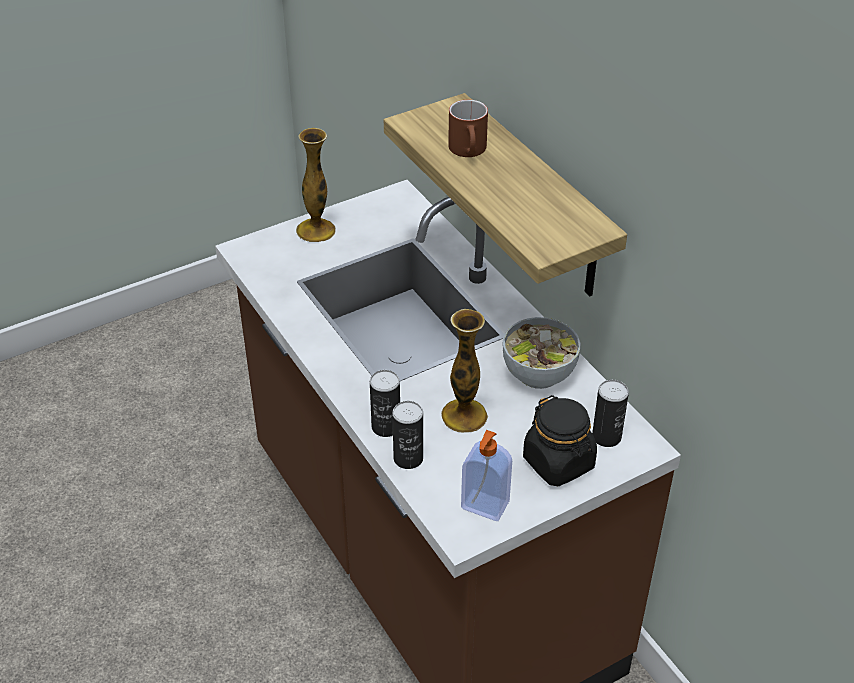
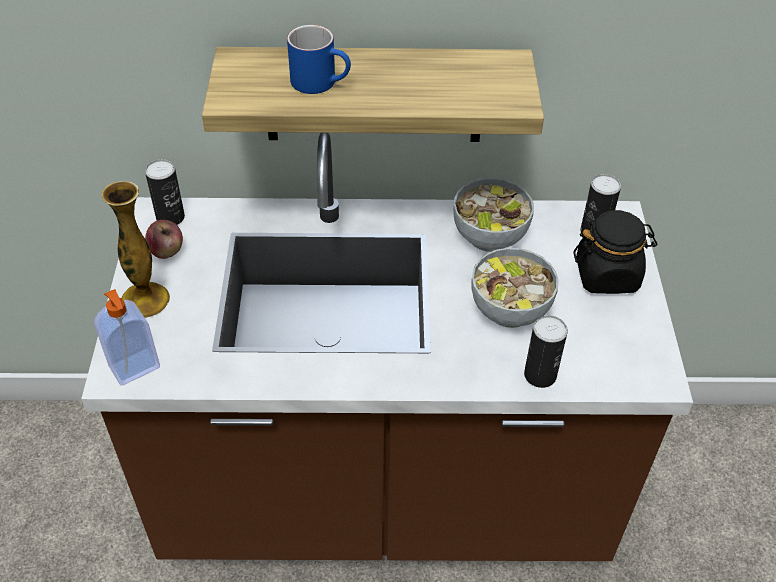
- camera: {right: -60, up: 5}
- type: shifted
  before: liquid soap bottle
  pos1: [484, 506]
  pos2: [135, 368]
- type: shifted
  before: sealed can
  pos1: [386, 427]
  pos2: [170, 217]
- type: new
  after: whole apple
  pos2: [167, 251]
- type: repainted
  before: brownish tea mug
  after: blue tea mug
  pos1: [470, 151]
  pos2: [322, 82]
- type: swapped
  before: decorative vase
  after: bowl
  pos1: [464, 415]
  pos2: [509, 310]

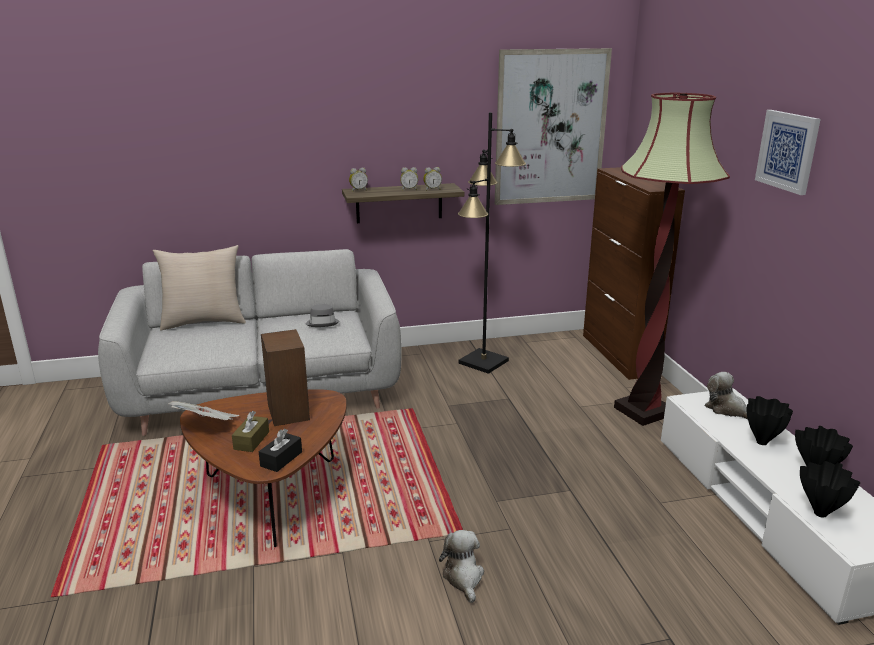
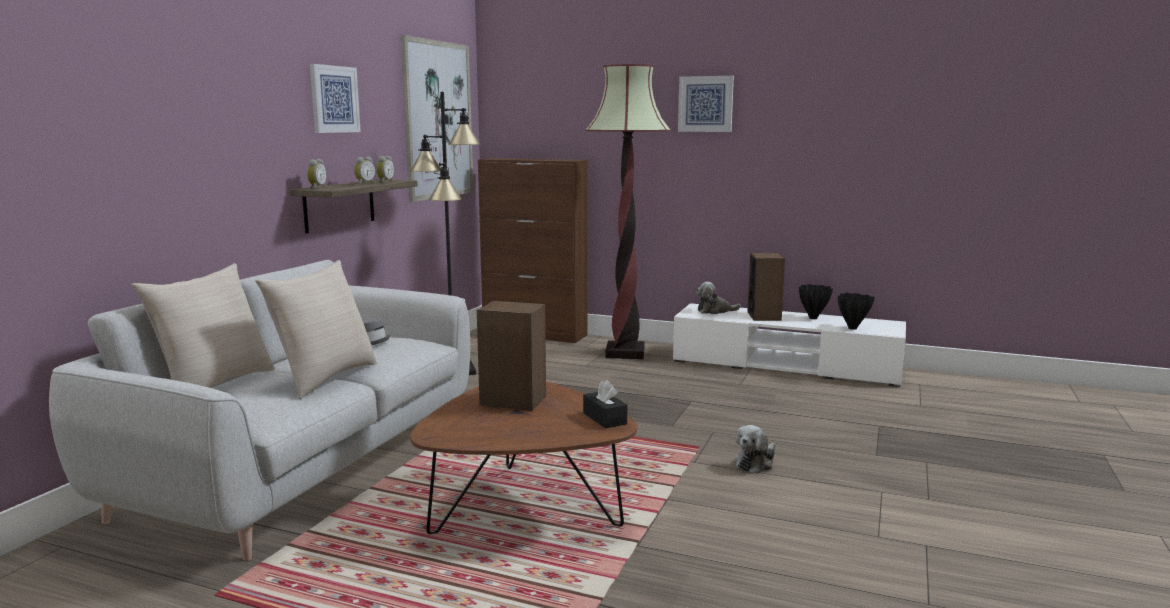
- camera: {right: -55, up: -10}
- type: new
  after: sand-coloured cushion
  pos2: [325, 378]
- type: new
  after: wall picture
  pos2: [334, 99]
- type: rotated
  before: soft toy
  pos1: [463, 577]
  pos2: [756, 463]
  turn: -75
- type: swapped
  before: blackish decorative vase
  after: audio speaker
  pos1: [762, 442]
  pos2: [764, 316]
- type: gone
  before: daily paper
  pos1: [207, 426]
- type: gone
  before: brownish tissue box
  pos1: [251, 440]

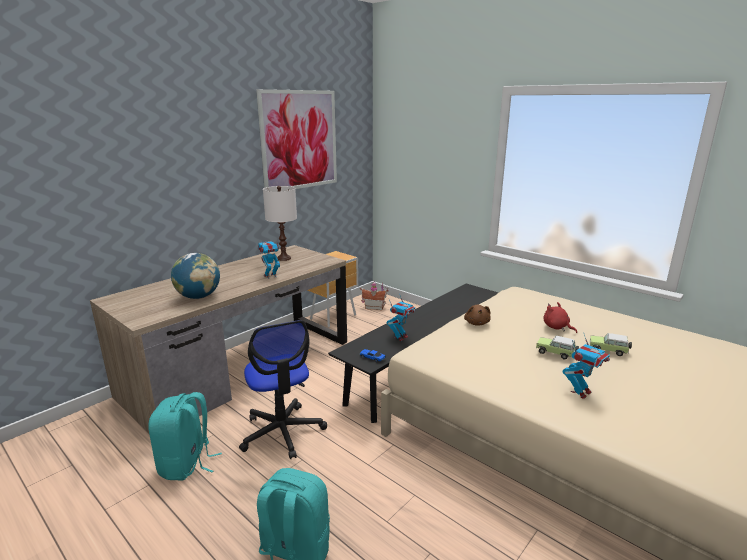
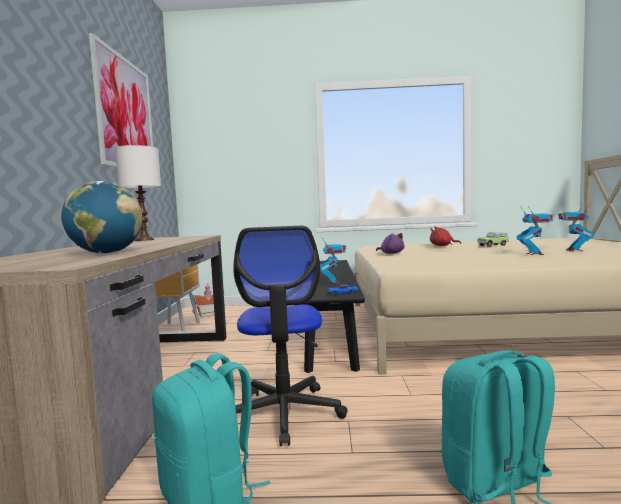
- camera: {right: -40, up: -15}
- type: rotated
  before: office chair
  pos1: [282, 432]
  pos2: [284, 413]
  turn: 60
- type: repainted
  before: brownish soft toy
  after: purple-coloured soft toy
  pos1: [476, 323]
  pos2: [391, 253]
- type: shifted
  before: toy robot
  pos1: [270, 276]
  pos2: [574, 250]
- type: gone
  before: model car
  pos1: [556, 353]

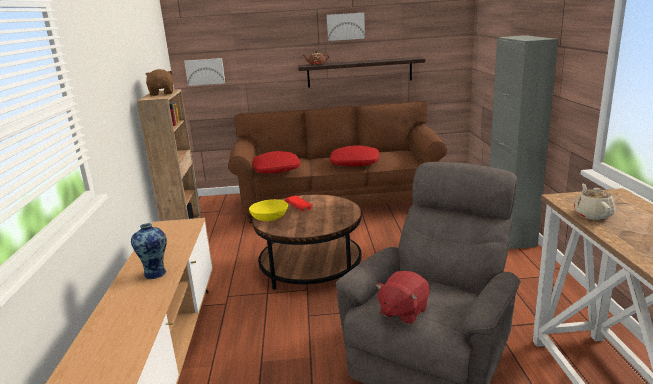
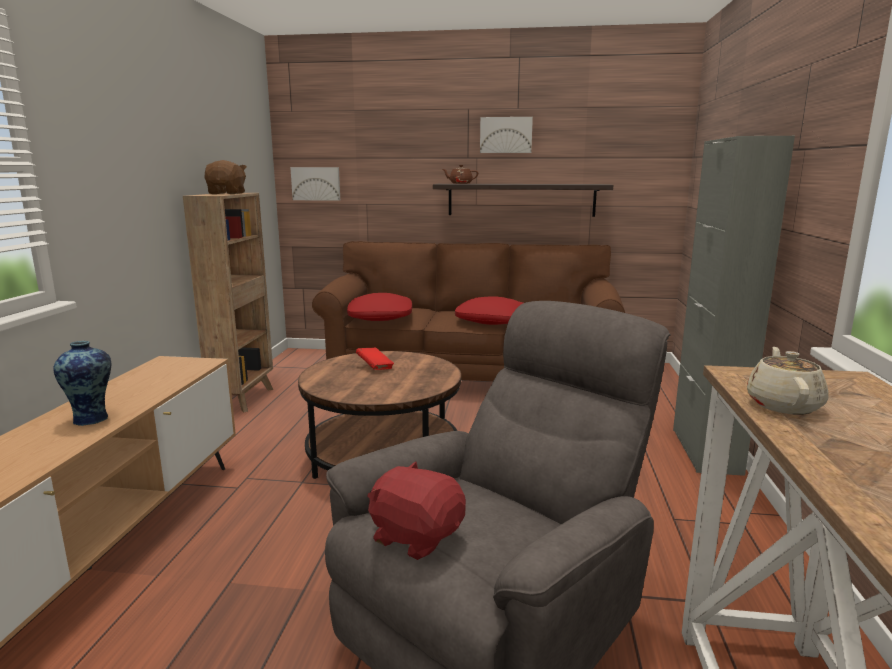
- camera: {right: 10, up: -5}
- type: rotated
  before: reddish soft toy
  pos1: [403, 311]
  pos2: [416, 536]
  turn: 75
- type: gone
  before: yellow-coloured bowl
  pos1: [270, 217]

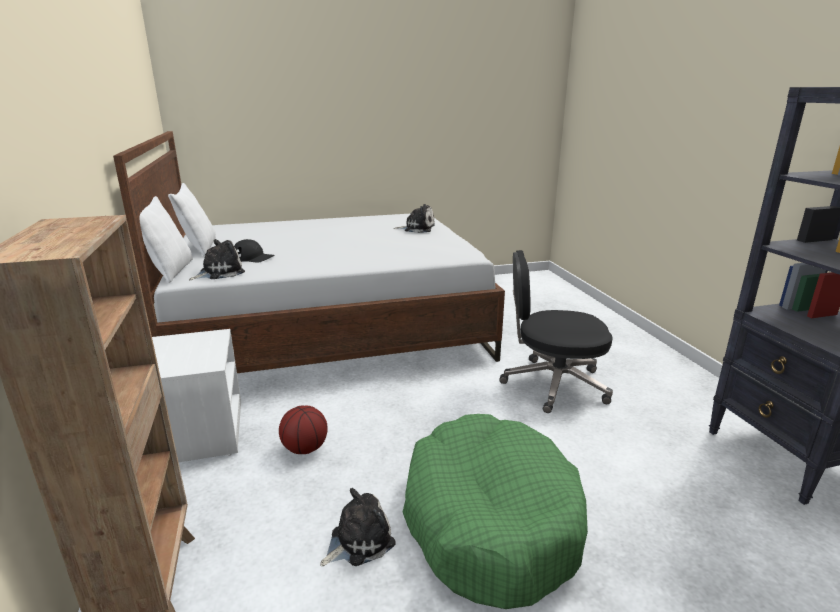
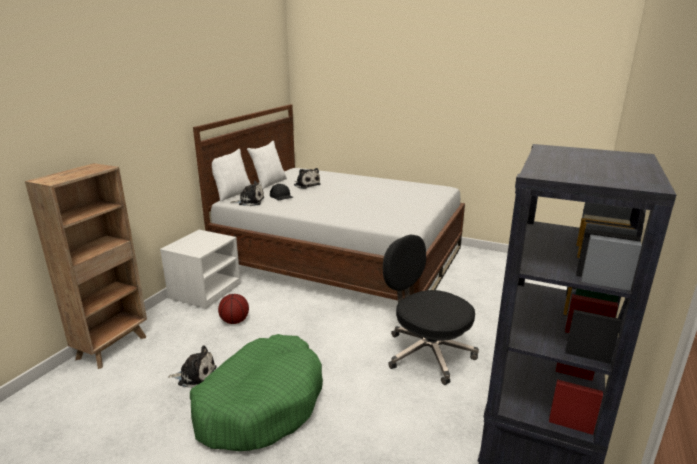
- camera: {right: 40, up: 0}
- type: shifted
  before: soft toy
  pos1: [417, 228]
  pos2: [306, 185]

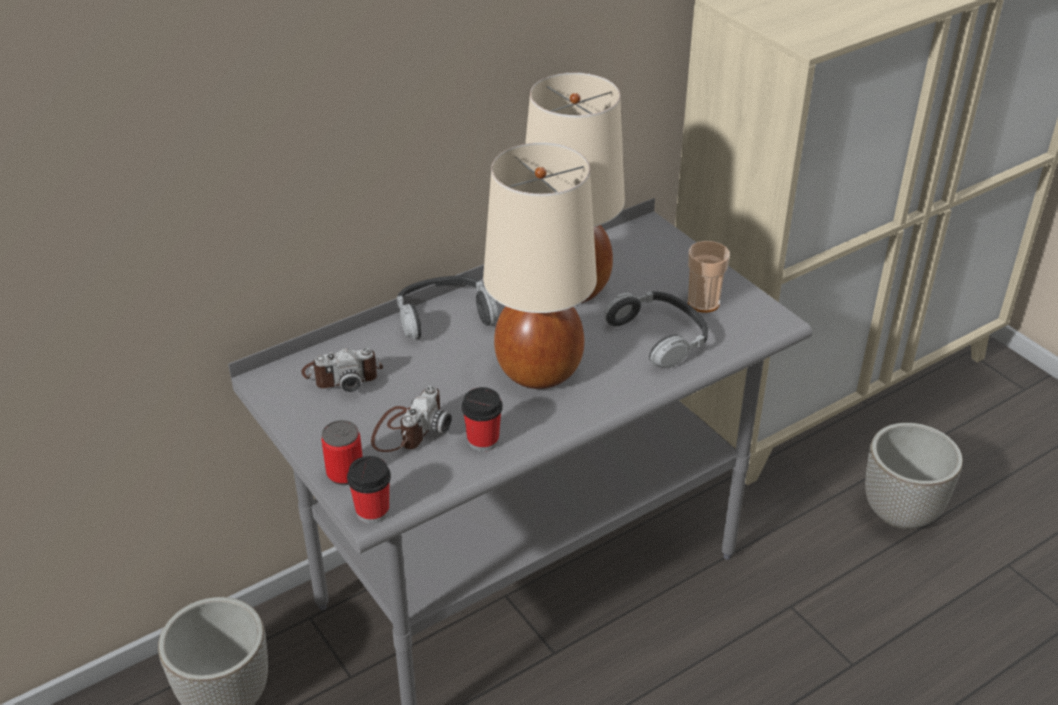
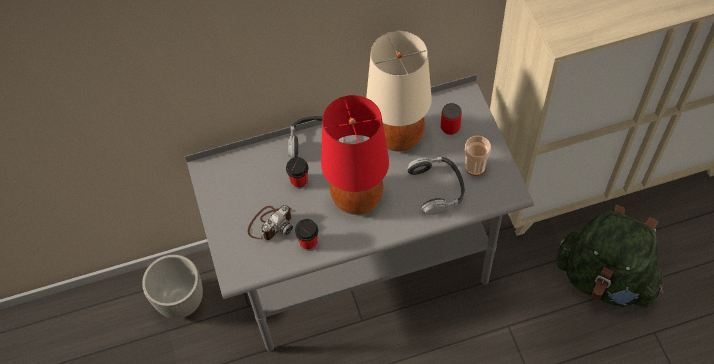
- camera: {right: 20, up: 20}
- type: shifted
  before: small cup
  pos1: [372, 511]
  pos2: [299, 181]
- type: repainted
  before: sand-coloured table lamp
  after: reddish table lamp
  pos1: [539, 371]
  pos2: [357, 199]
- type: shifted
  before: sealed can
  pos1: [345, 473]
  pos2: [450, 127]
- type: swapped
  before: planter
  after: green-coloured knapsack
  pos1: [901, 512]
  pos2: [604, 279]
- type: gone
  before: still camera
  pos1: [343, 374]

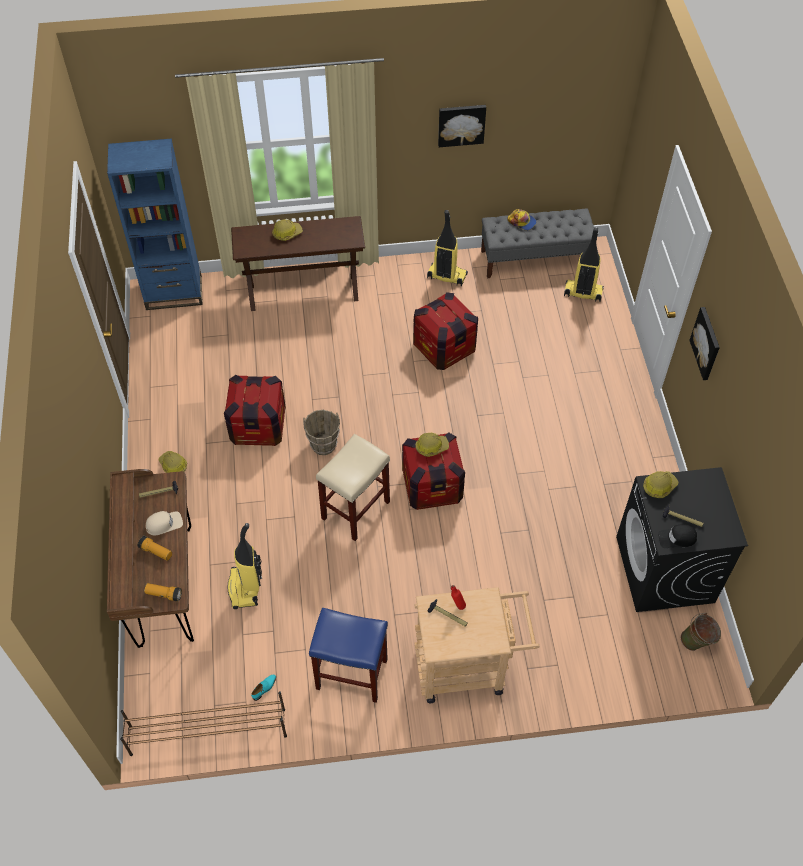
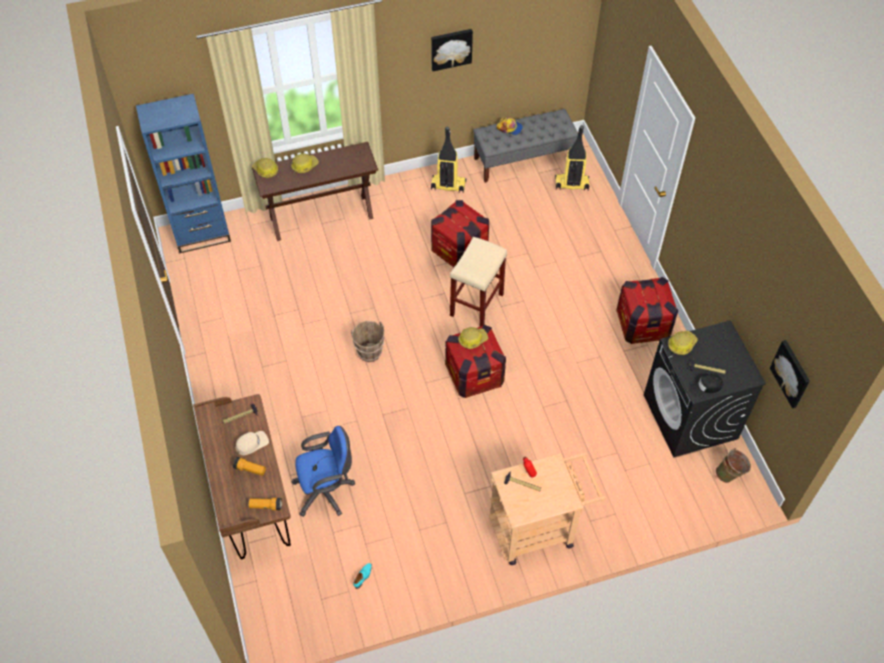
- camera: {right: -10, up: 0}
- type: shifted
  before: work helmet
  pos1: [173, 465]
  pos2: [266, 170]
- type: swapped
  before: hoover
  after: blue office chair
  pos1: [245, 588]
  pos2: [327, 491]
- type: shifted
  before: sand-coloured stool
  pos1: [356, 509]
  pos2: [476, 304]
- type: shifted
  before: packing crate
  pos1: [258, 426]
  pos2: [642, 325]
- type: shifted
  before: wall picture
  pos1: [706, 343]
  pos2: [791, 373]
- type: gone
  before: brownish shoe shelf
  pos1: [207, 731]
- type: gone
  before: blue stool
  pos1: [353, 674]

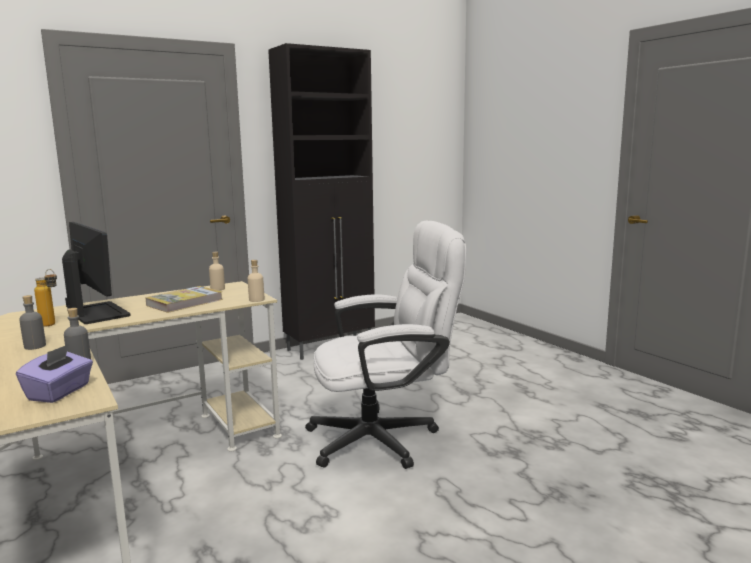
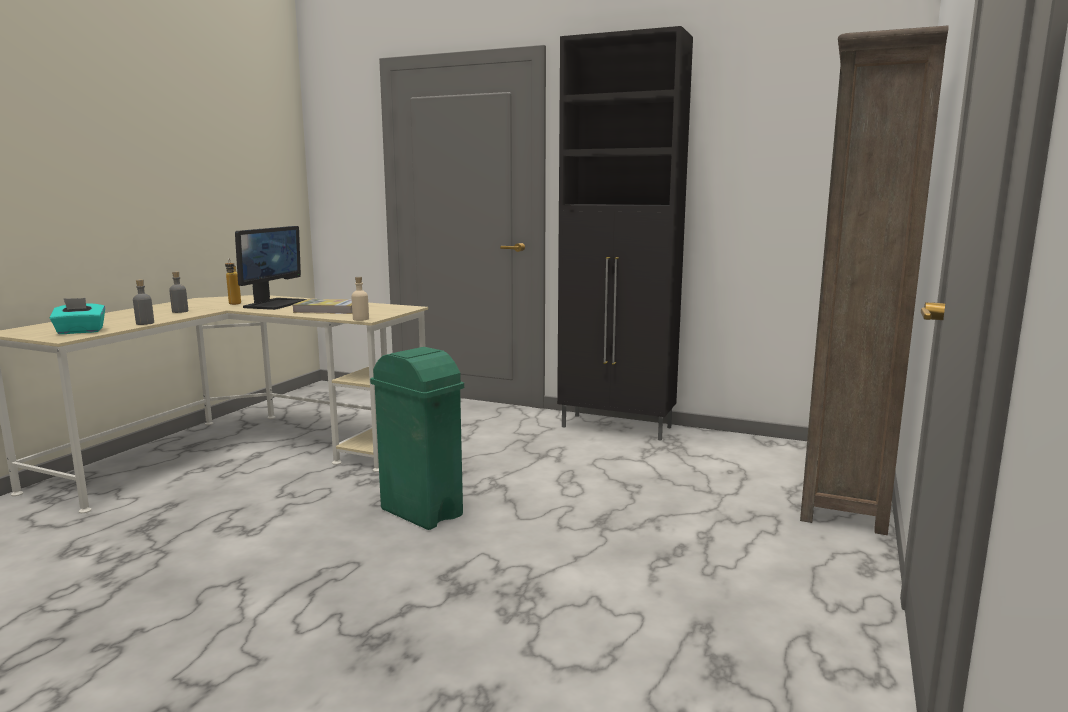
- camera: {right: 55, up: 0}
- type: repainted
  before: purple-coloured tissue box
  after: turquoise tissue box
  pos1: [59, 392]
  pos2: [80, 331]
- type: swapped
  before: white office chair
  after: green-coloured rubbish bin
  pos1: [385, 438]
  pos2: [421, 513]
- type: new
  after: brownish bookcase
  pos2: [844, 489]
- type: gone
  before: sand-coloured bottle
  pos1: [217, 289]

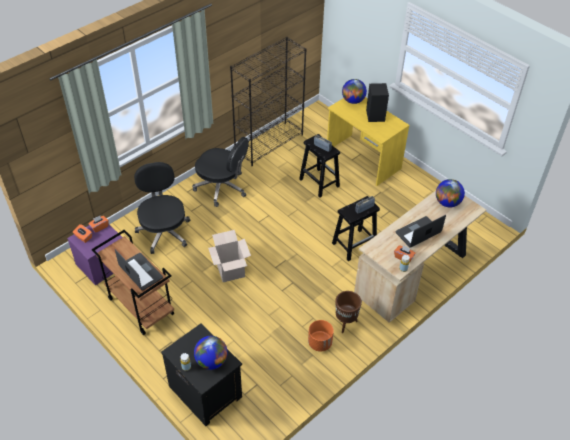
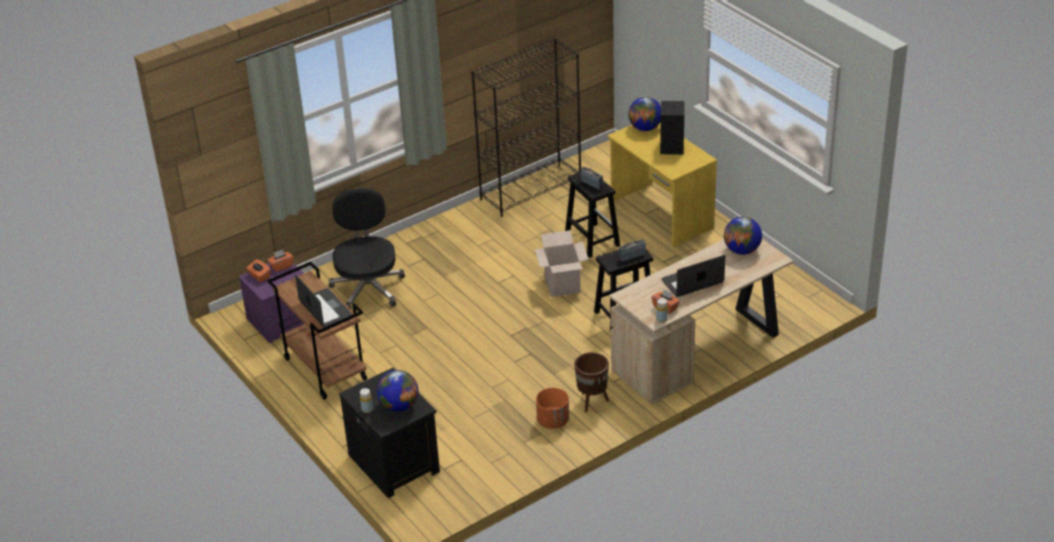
- camera: {right: 10, up: -10}
- type: shifted
  before: packing box
  pos1: [230, 270]
  pos2: [562, 285]
- type: gone
  before: blackish office chair
  pos1: [222, 187]

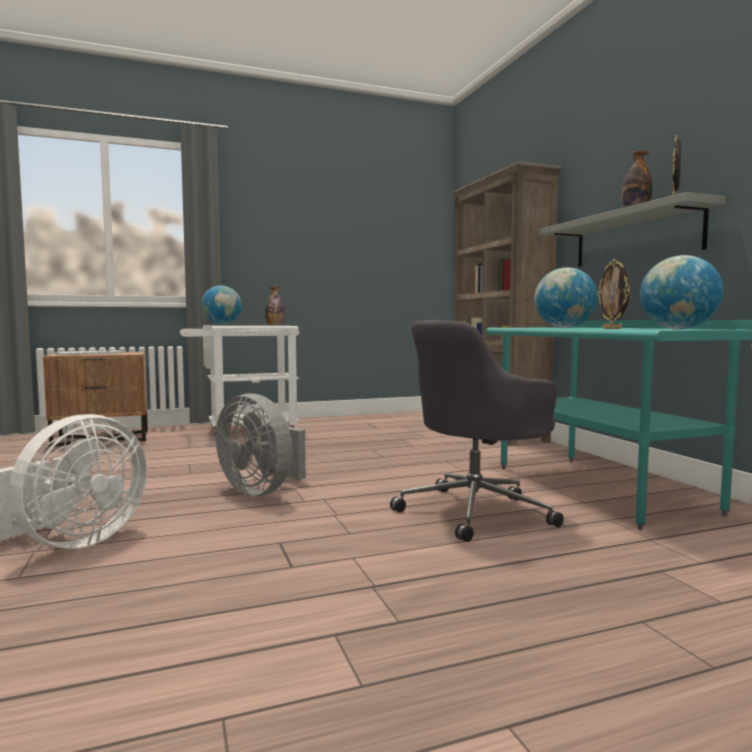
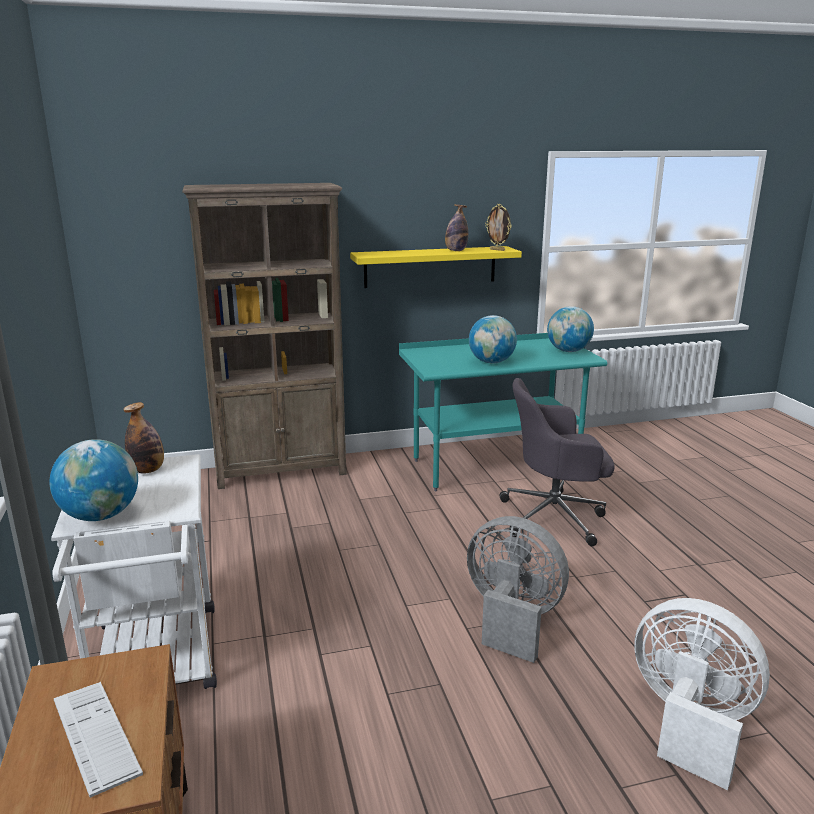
- camera: {right: -85, up: 15}
- type: repainted
  before: gray bracket shelf
  after: yellow-coloured bracket shelf
  pos1: [635, 237]
  pos2: [430, 267]
- type: rotated
  before: gray cooling fan
  pos1: [261, 491]
  pos2: [512, 619]
  turn: -105
- type: rotated
  before: gray office chair
  pos1: [476, 511]
  pos2: [555, 517]
  turn: 120
- type: gone
  before: picture frame
  pos1: [612, 328]

